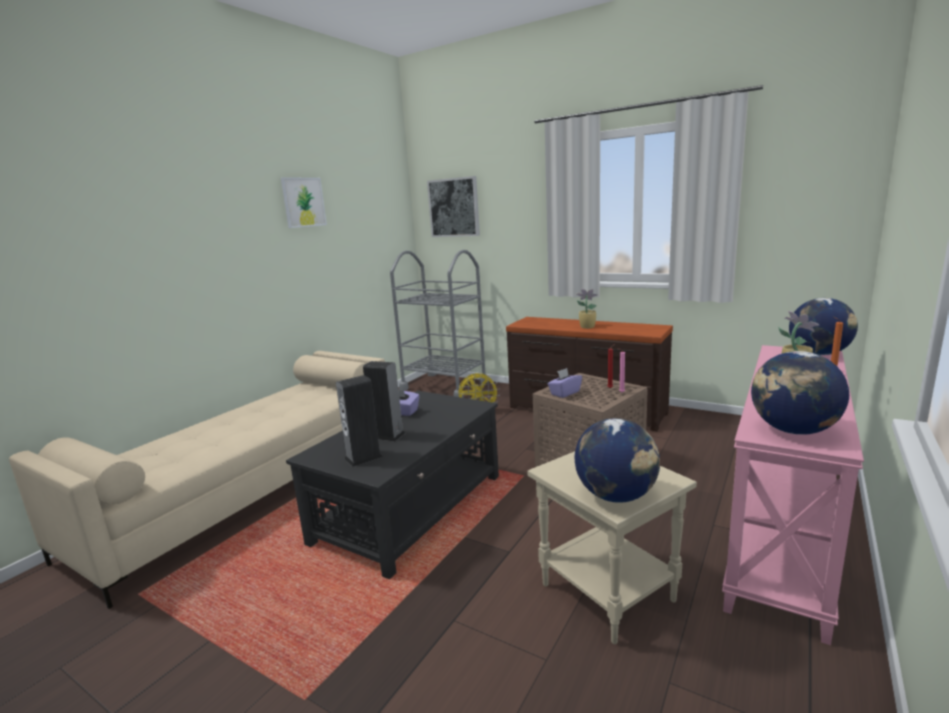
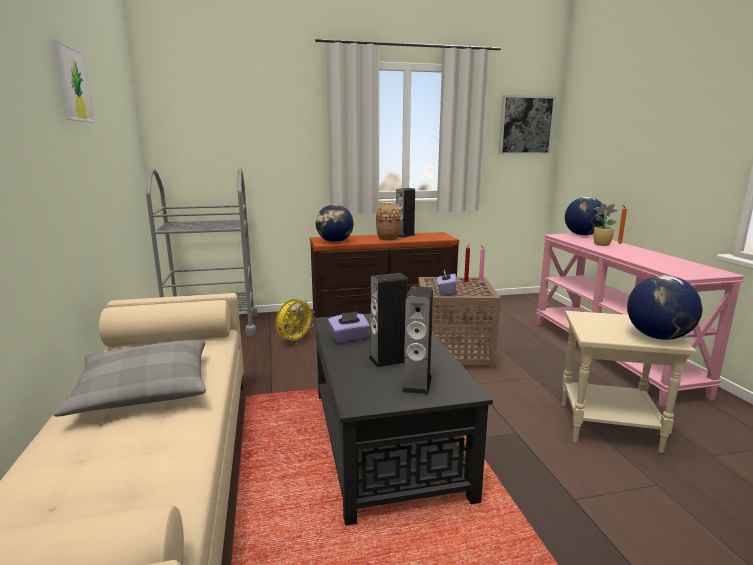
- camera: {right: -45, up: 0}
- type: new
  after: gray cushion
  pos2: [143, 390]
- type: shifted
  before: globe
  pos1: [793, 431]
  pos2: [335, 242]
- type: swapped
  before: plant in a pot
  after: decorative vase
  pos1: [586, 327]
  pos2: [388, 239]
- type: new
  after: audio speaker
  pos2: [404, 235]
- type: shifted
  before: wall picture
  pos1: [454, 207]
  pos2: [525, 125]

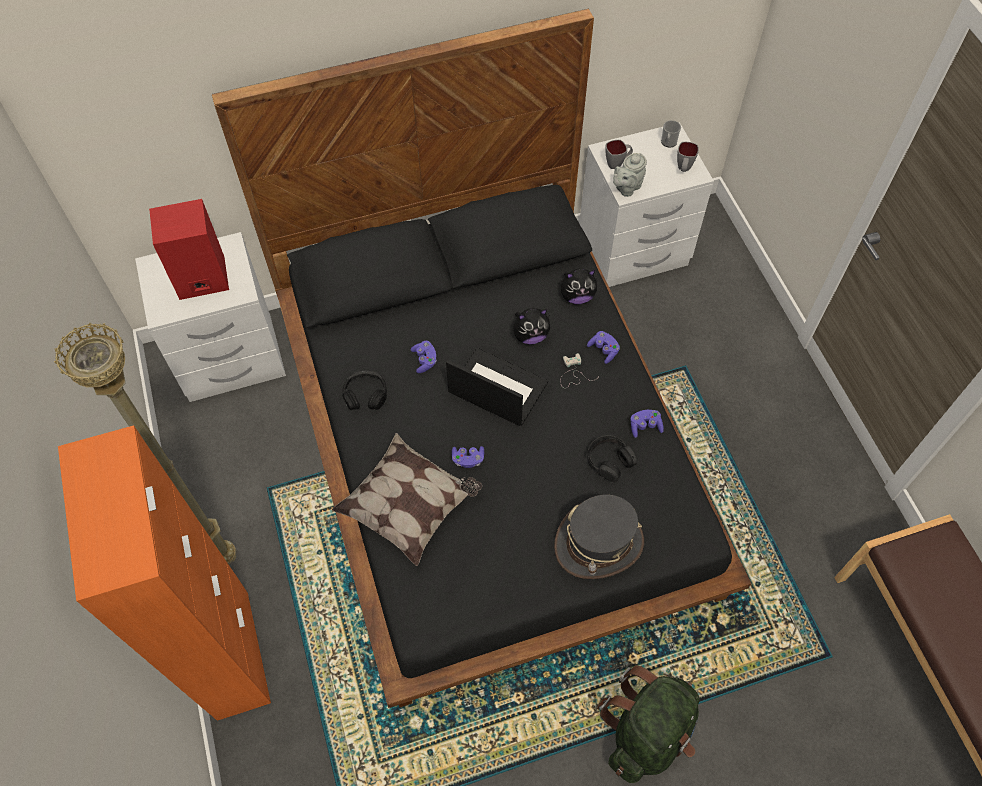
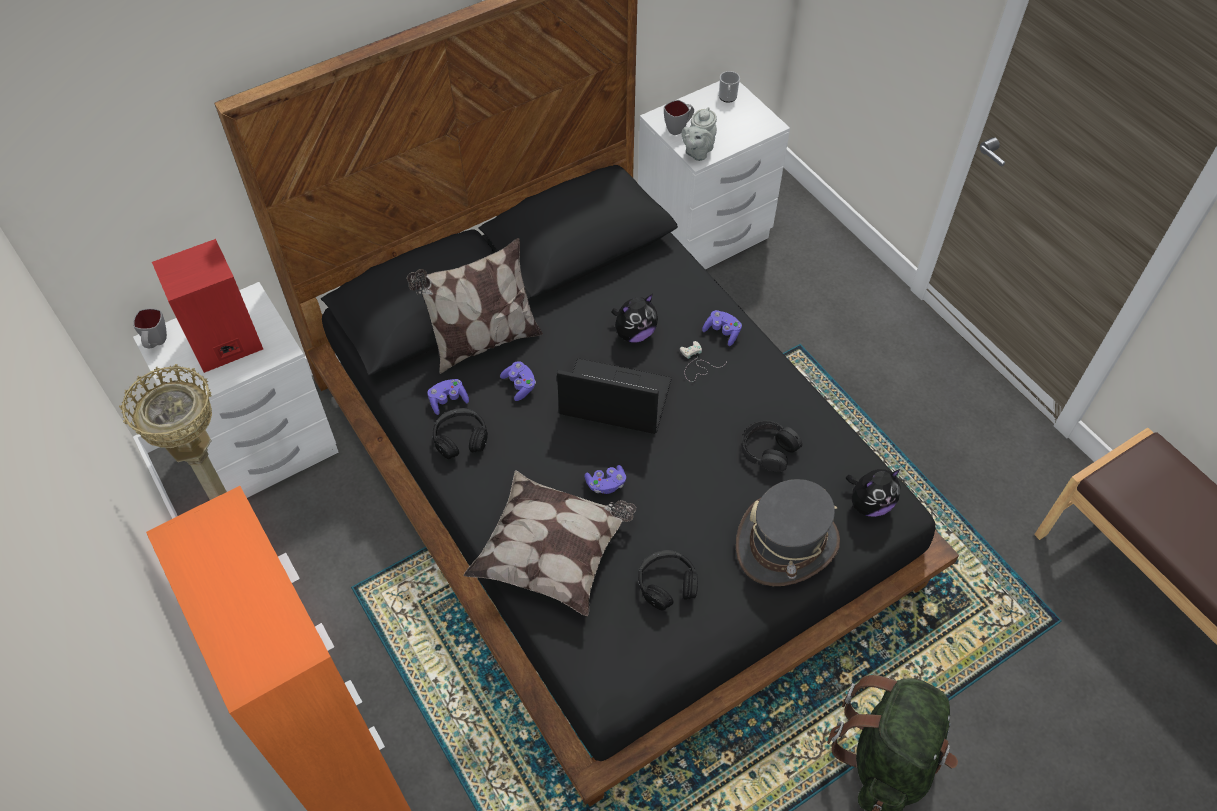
- camera: {right: -15, up: -5}
- type: shifted
  before: gray tea mug
  pos1: [683, 169]
  pos2: [157, 343]
- type: new
  after: cushion
  pos2: [483, 341]
- type: shifted
  before: purple-coloured joypad
  pos1: [645, 426]
  pos2: [448, 401]
- type: new
  after: blackish pair of headphones
  pos2: [666, 583]
- type: shifted
  before: soft toy
  pos1: [577, 296]
  pos2: [869, 504]

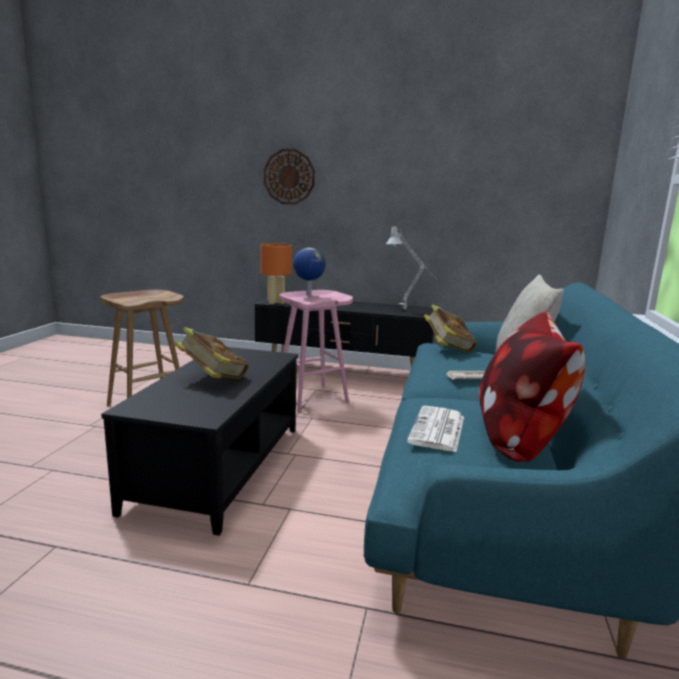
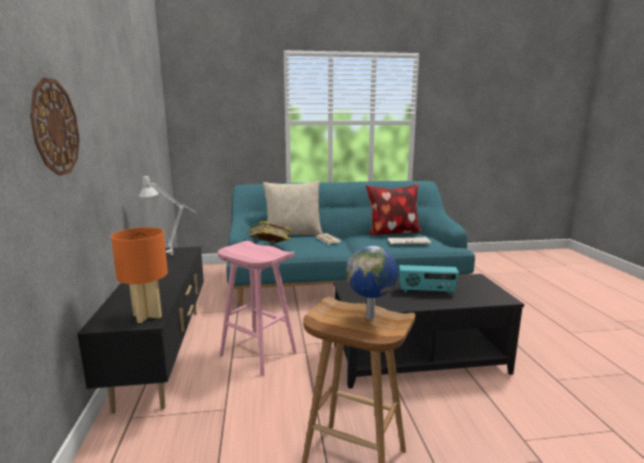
- camera: {right: -110, up: 0}
- type: shifted
  before: globe
  pos1: [308, 295]
  pos2: [371, 317]
- type: swapped
  before: volume
  after: radio
  pos1: [212, 379]
  pos2: [426, 291]

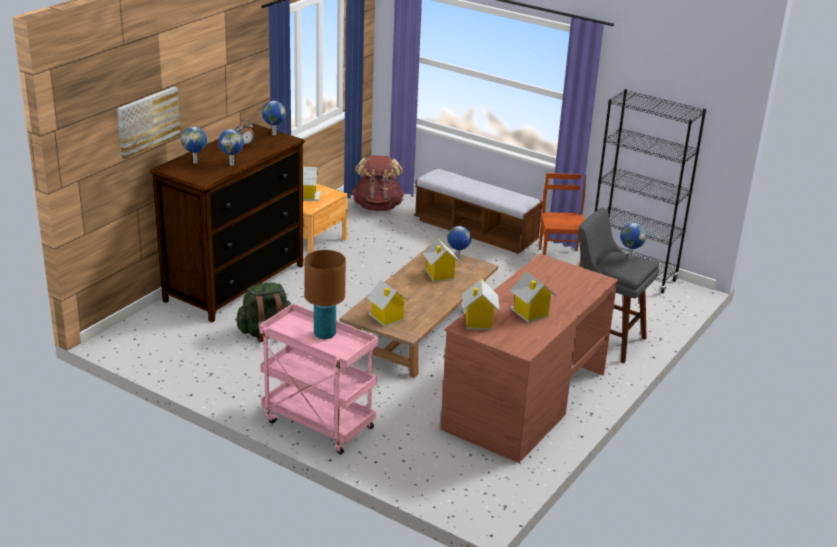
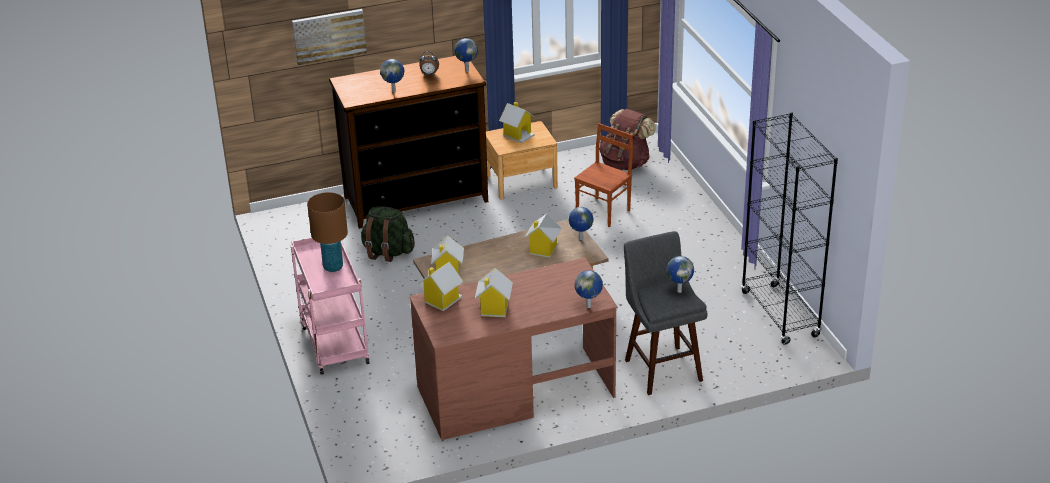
- camera: {right: 40, up: 5}
- type: shifted
  before: brownish plain chair
  pos1: [560, 257]
  pos2: [604, 212]
- type: shifted
  before: globe
  pos1: [195, 162]
  pos2: [589, 306]
- type: gone
  before: bench
  pos1: [475, 231]

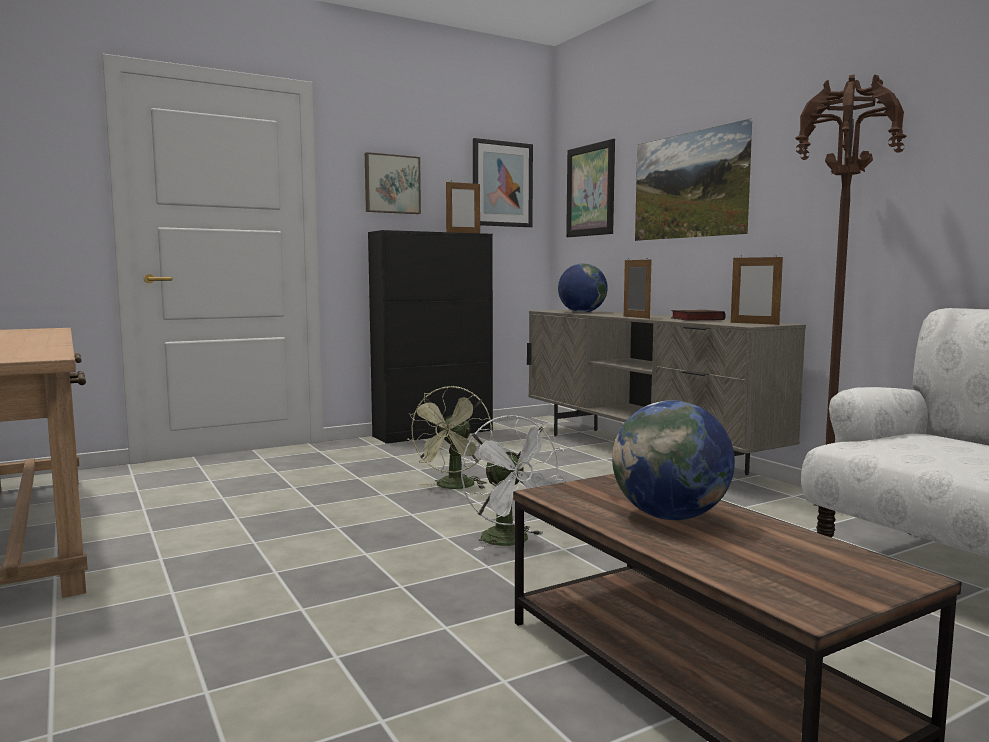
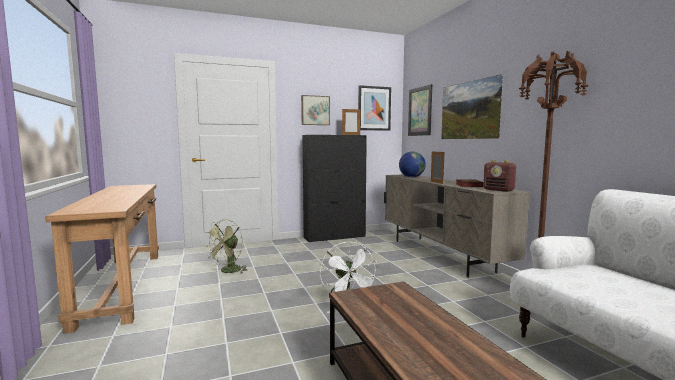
- camera: {right: 10, up: 0}
- type: shifted
  before: green-coloured cooling fan
  pos1: [453, 487]
  pos2: [228, 271]
- type: swapped
  before: picture frame
  after: radio
  pos1: [754, 323]
  pos2: [498, 190]
- type: gone
  before: globe
  pos1: [670, 517]

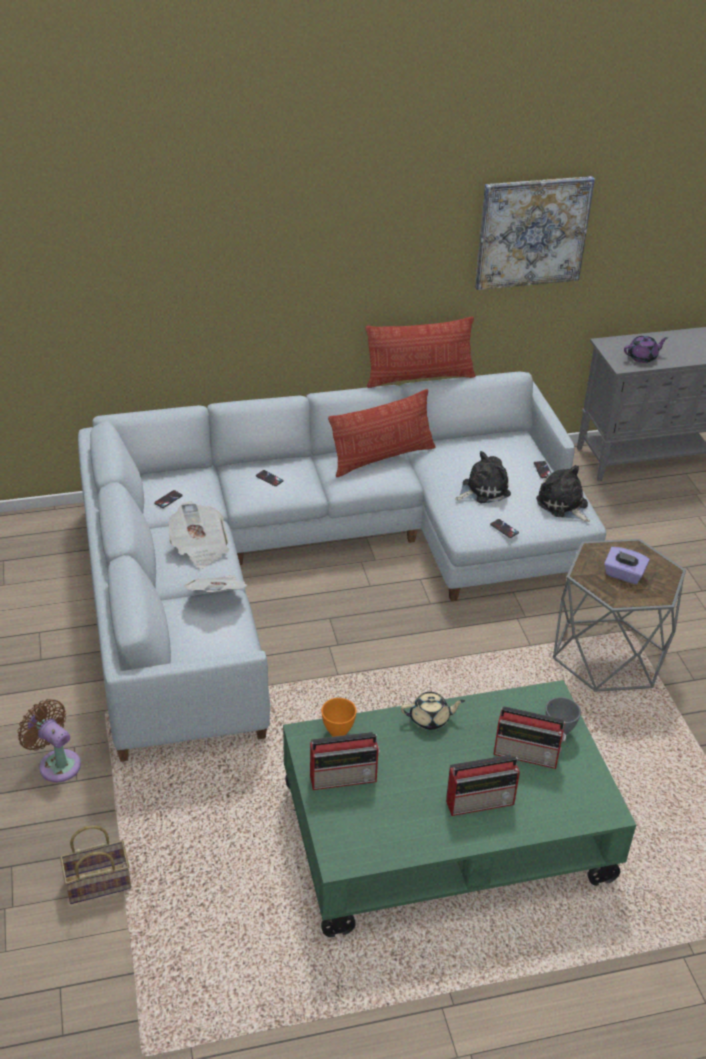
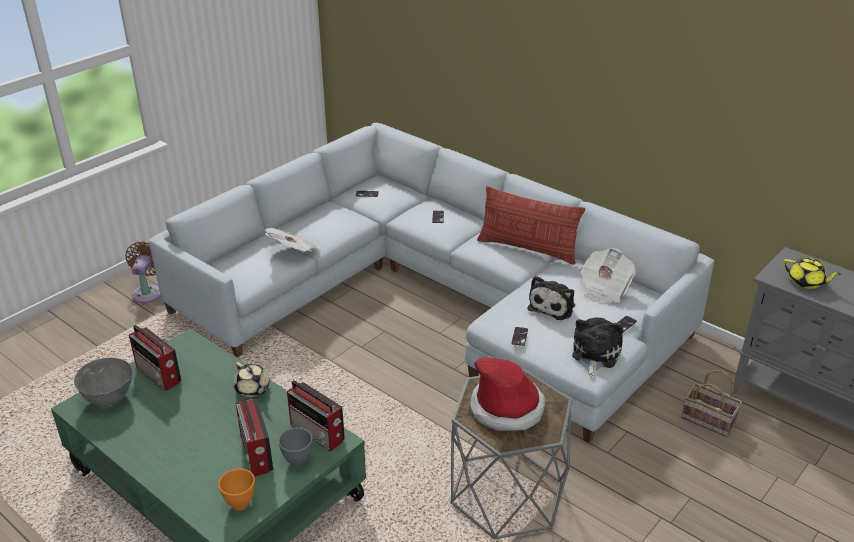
- camera: {right: 55, up: -5}
- type: new
  after: gray bowl
  pos2: [109, 398]
- type: shifted
  before: orange bowl
  pos1: [337, 732]
  pos2: [240, 503]
- type: shifted
  before: radio
  pos1: [481, 801]
  pos2: [318, 433]
- type: swapped
  before: purple-coloured tissue box
  after: hat
  pos1: [623, 575]
  pos2: [507, 408]
- type: rotated
  before: soft toy
  pos1: [482, 489]
  pos2: [553, 306]
  turn: 90
- type: shifted
  before: daily paper
  pos1: [199, 548]
  pos2: [603, 289]
- type: shifted
  before: household basket
  pos1: [99, 882]
  pos2: [709, 420]
- type: repainted
  before: purple-coloured tea pot
  after: yellow-coloured tea pot
  pos1: [642, 357]
  pos2: [806, 282]
- type: gone
  before: cushion
  pos1: [419, 378]
- type: gone
  before: wall picture
  pos1: [532, 232]

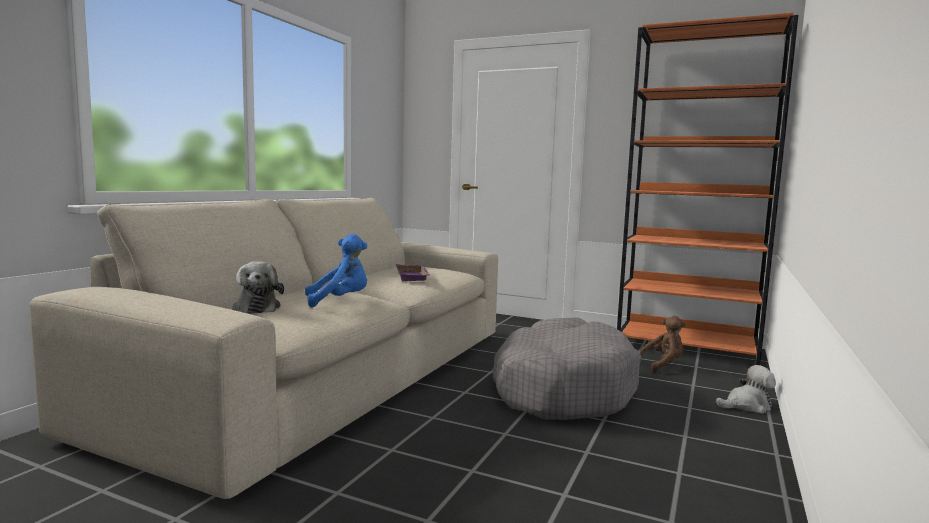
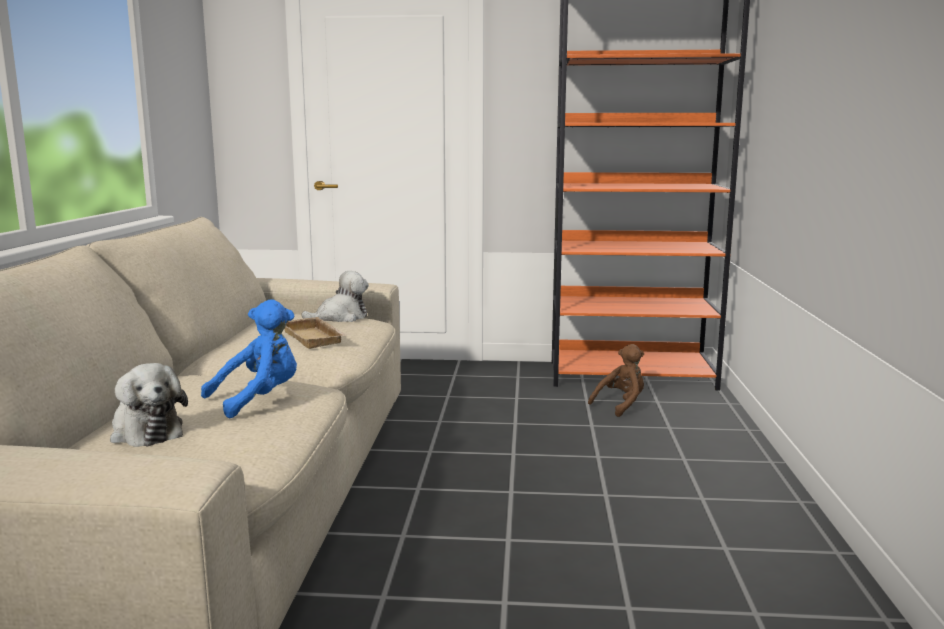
- camera: {right: -20, up: 5}
- type: repainted
  before: purple-coloured tray
  after: sand-coloured tray
  pos1: [414, 277]
  pos2: [315, 338]
- type: shifted
  before: soft toy
  pos1: [747, 406]
  pos2: [340, 318]
- type: gone
  before: gray pet bed
  pos1: [561, 389]

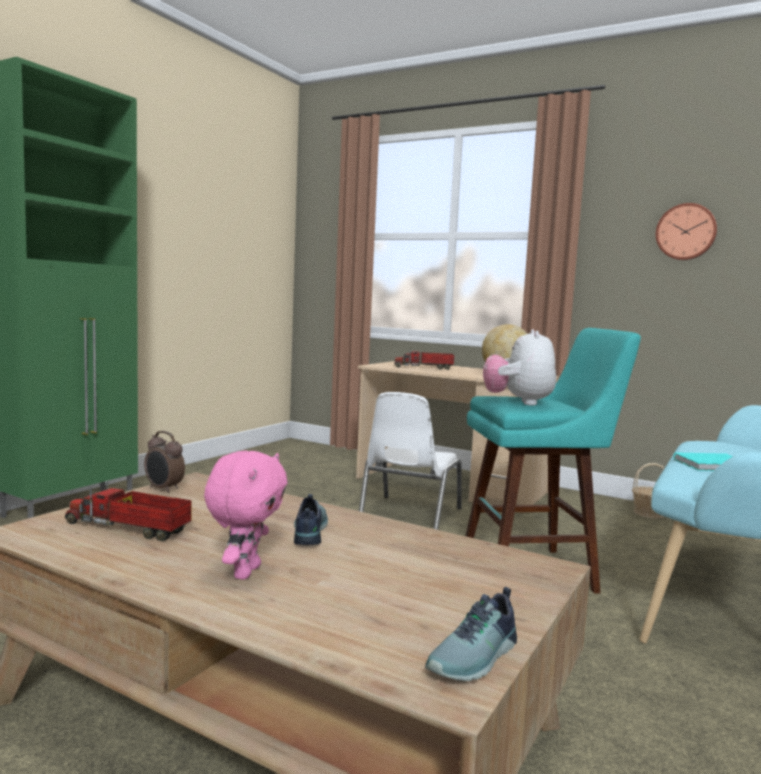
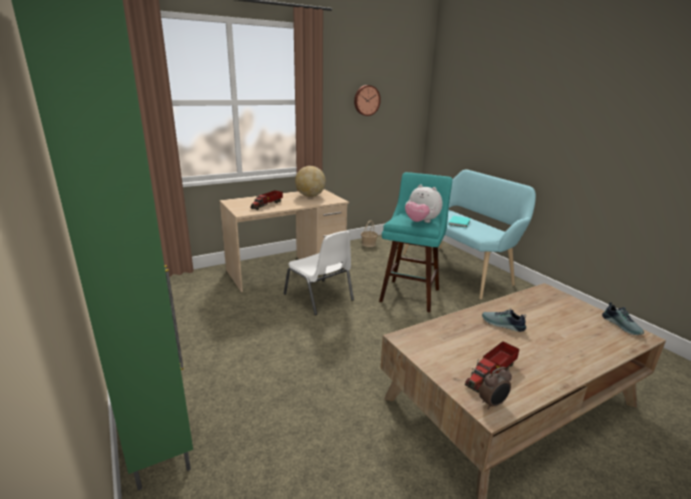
- camera: {right: -60, up: 15}
- type: shifted
  before: table clock
  pos1: [163, 489]
  pos2: [493, 404]
- type: gone
  before: pink soft toy
  pos1: [245, 572]

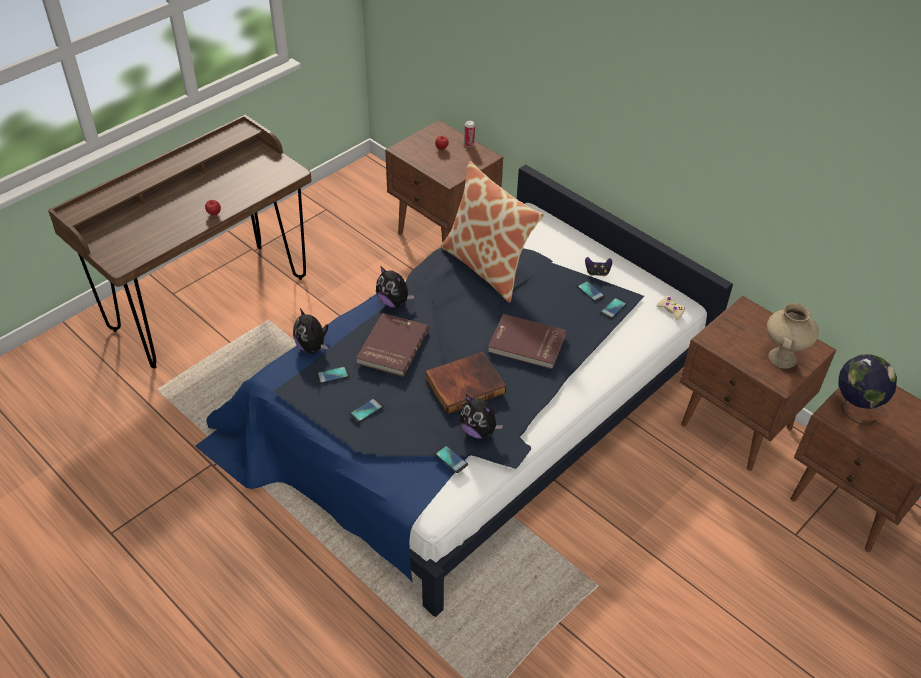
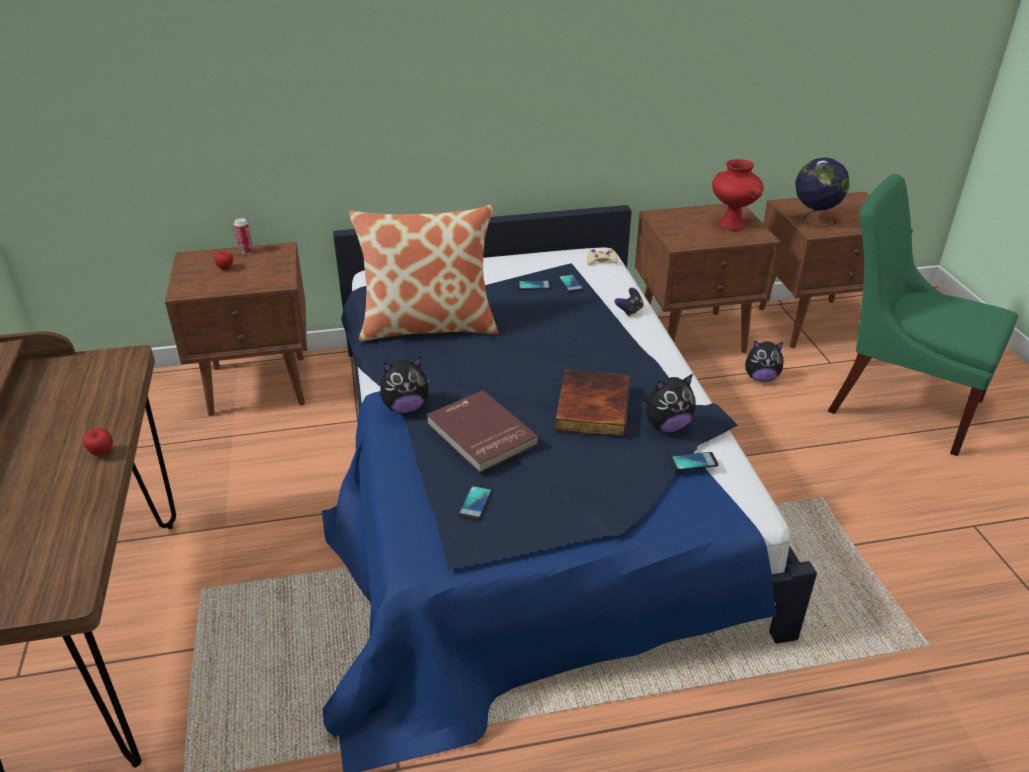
- camera: {right: -55, up: -10}
- type: shifted
  before: joypad
  pos1: [597, 273]
  pos2: [629, 311]
- type: repainted
  before: sand-coloured decorative vase
  after: reddish decorative vase
  pos1: [781, 357]
  pos2: [730, 224]
- type: shifted
  before: soft toy
  pos1: [312, 347]
  pos2: [761, 378]
- type: new
  after: green-coloured plain chair
  pos2: [898, 402]
- type: gone
  before: phone
  pos1: [366, 410]
- type: gone
  before: reddish volume
  pos1: [526, 344]

